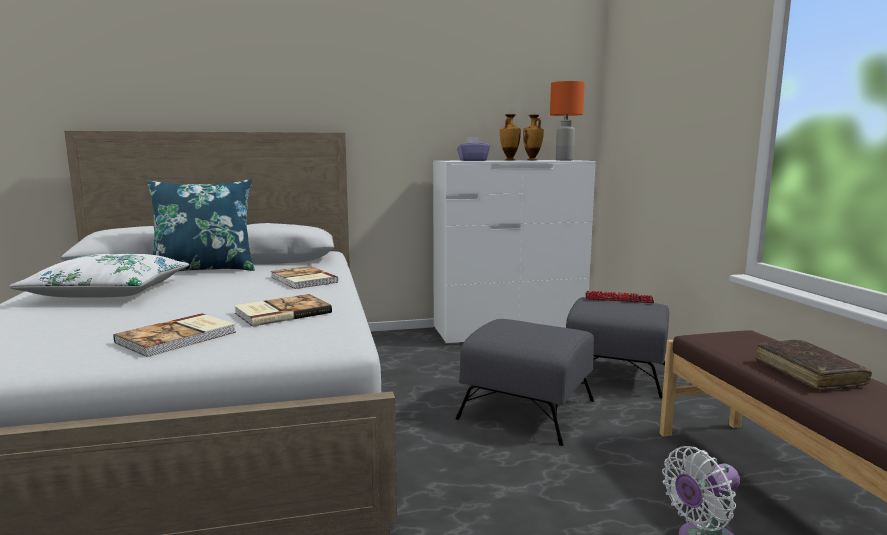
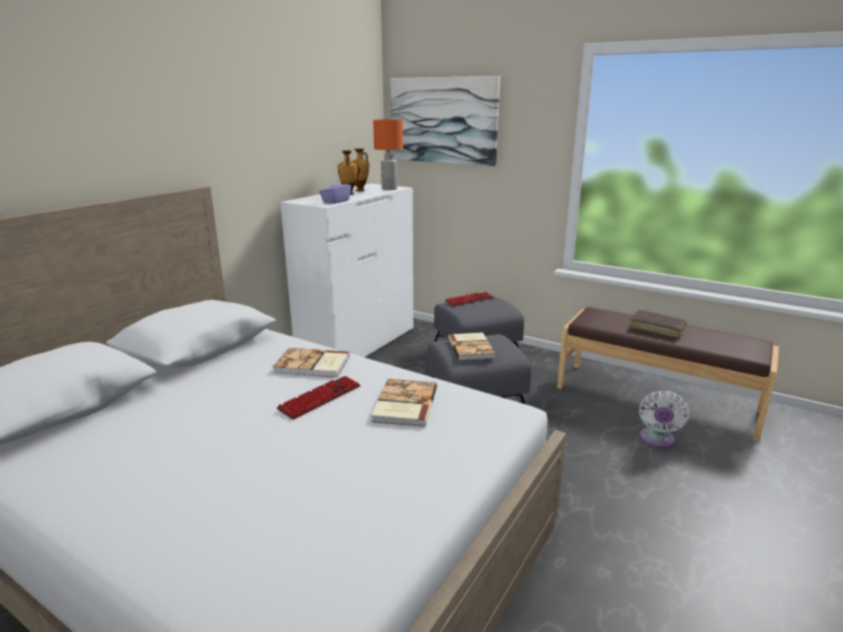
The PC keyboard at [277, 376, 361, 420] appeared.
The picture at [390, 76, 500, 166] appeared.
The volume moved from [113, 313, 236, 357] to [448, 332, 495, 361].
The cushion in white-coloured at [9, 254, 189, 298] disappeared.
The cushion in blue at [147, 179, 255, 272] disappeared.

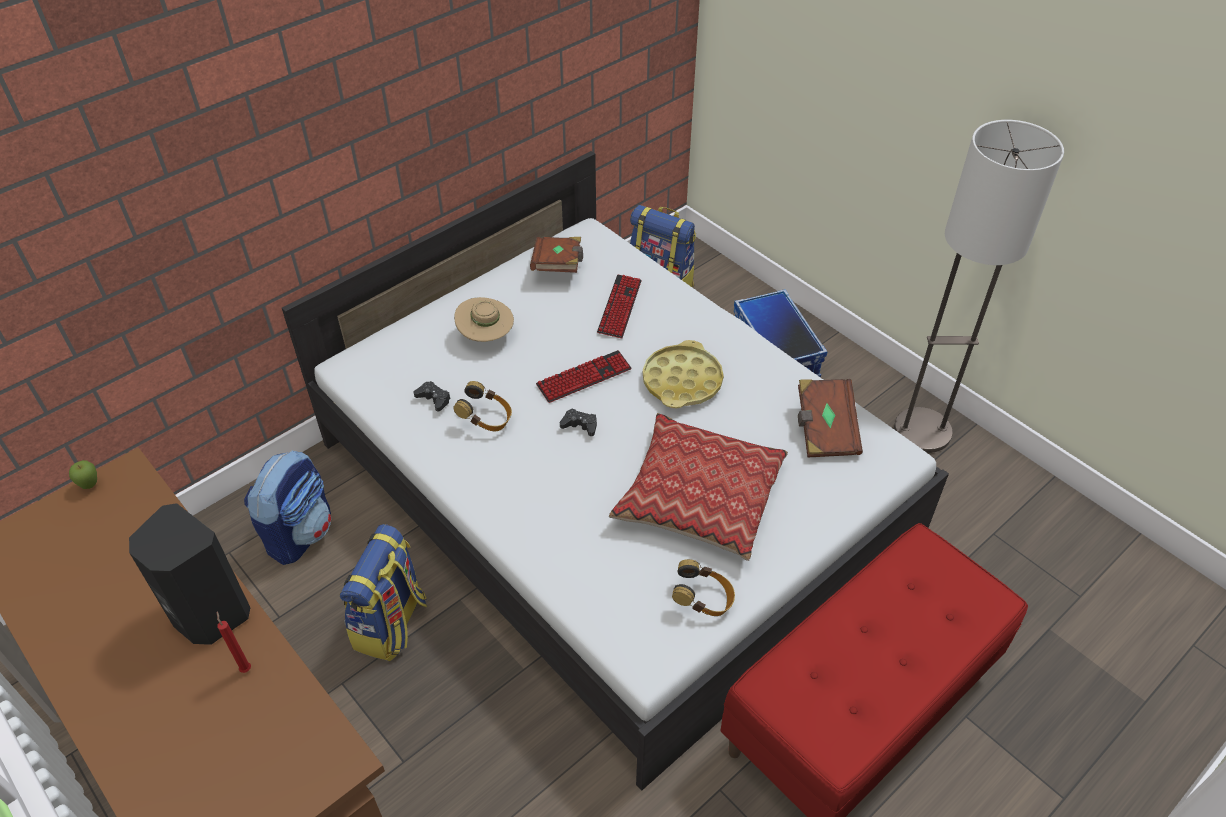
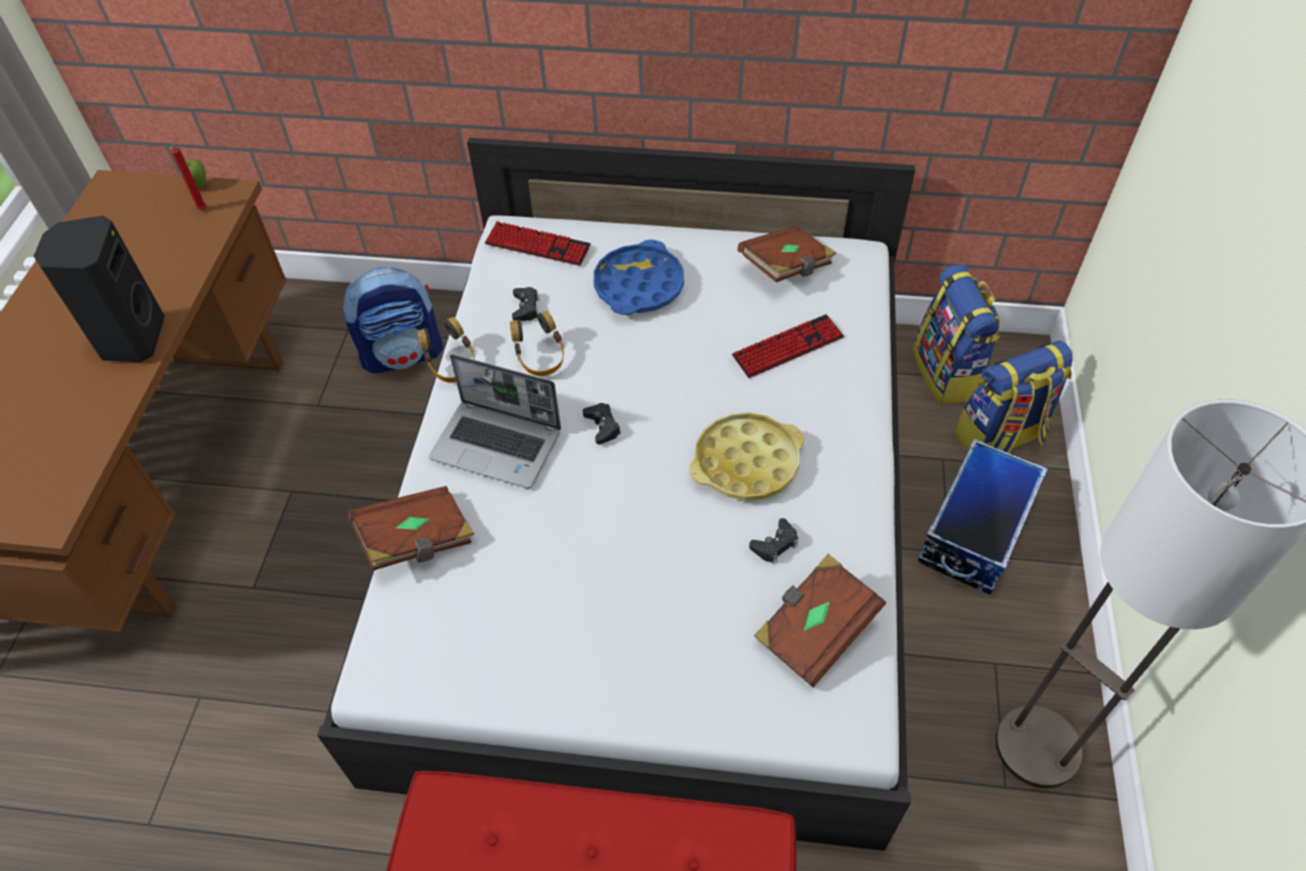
The wax light in red-coloured moved from [217, 612, 251, 673] to [171, 138, 206, 210].
The volume in brown-coloured at [348, 486, 474, 571] appeared.
The headphones moved from [672, 559, 735, 616] to [417, 317, 475, 383].
The laptop at [429, 354, 561, 488] appeared.
The PC keyboard moved from [536, 350, 632, 403] to [485, 221, 591, 266].
The clothing hat in beige-coloured at [454, 297, 514, 342] was replaced by the serving tray in blue at [594, 239, 684, 315].
The joypad in blackish at [749, 518, 798, 564] appeared.
The rucksack moved from [340, 524, 427, 661] to [954, 341, 1073, 453].
The cushion at [609, 413, 788, 561] disappeared.

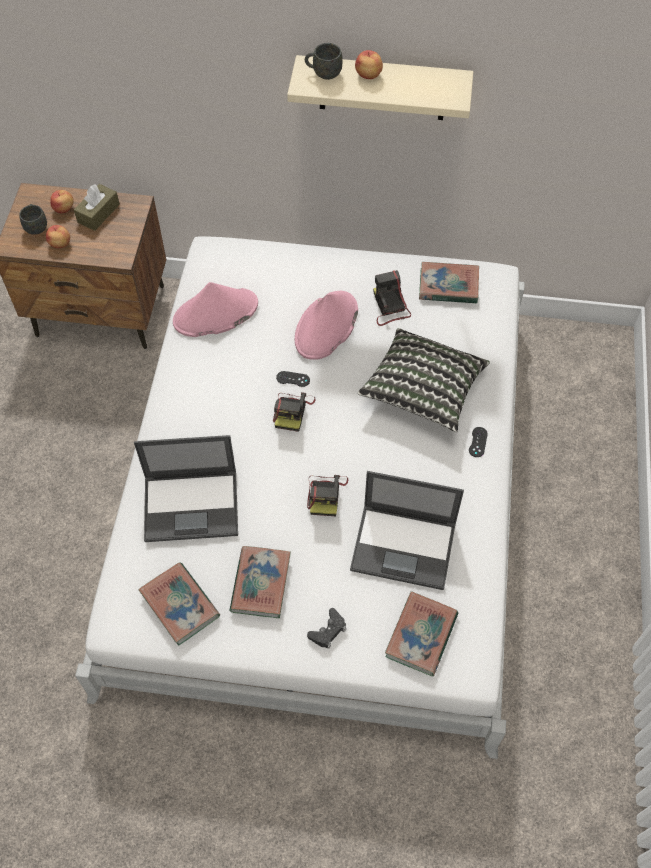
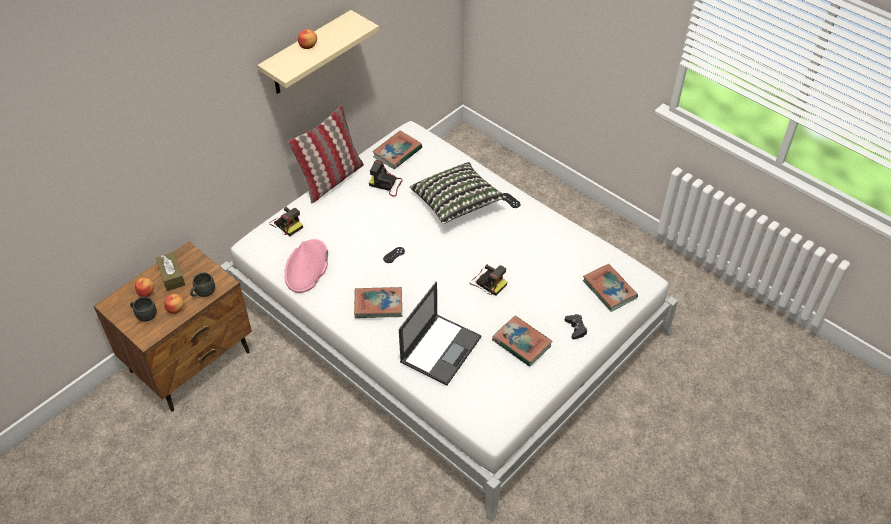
The tea mug in grey moved from [305, 43, 343, 80] to [190, 272, 215, 297].
The photo camera moved from [273, 392, 316, 432] to [269, 207, 303, 236].
The cushion at [288, 106, 364, 203] appeared.
The volume moved from [138, 562, 220, 646] to [354, 287, 402, 318].
The clothing hat in pinkish at [295, 291, 358, 360] disappeared.
The laptop at [350, 471, 464, 590] disappeared.

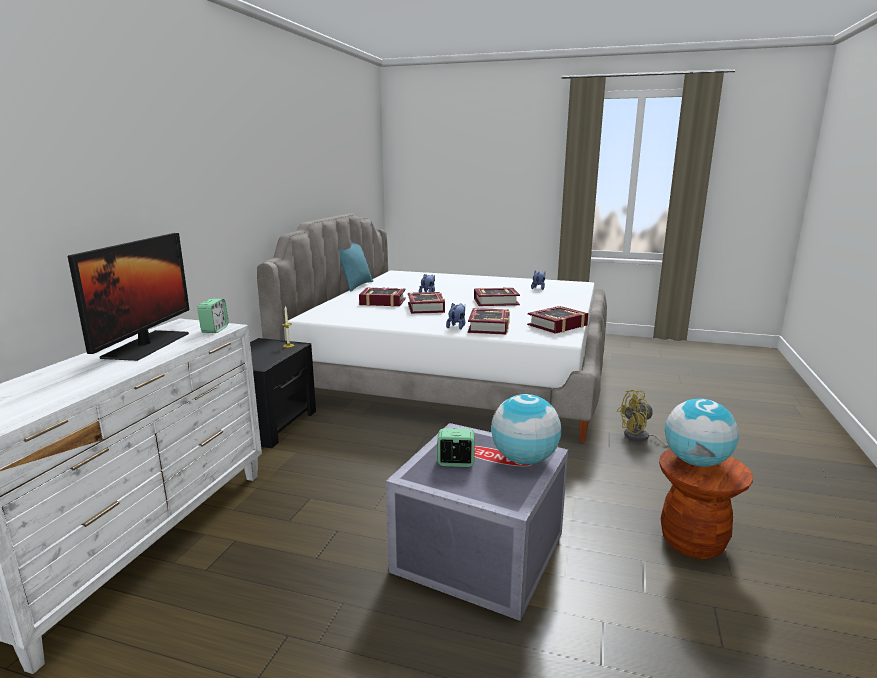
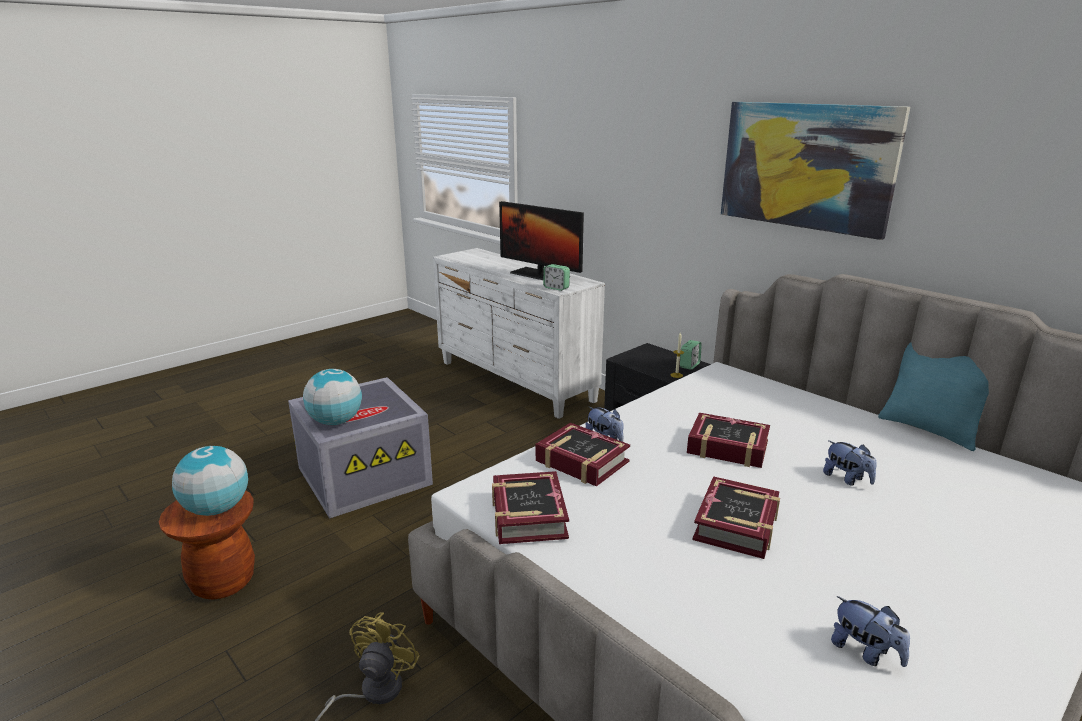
The table clock moved from [437, 428, 475, 467] to [680, 340, 702, 370].
The picture at [721, 102, 910, 240] appeared.
The volume at [359, 287, 406, 307] disappeared.

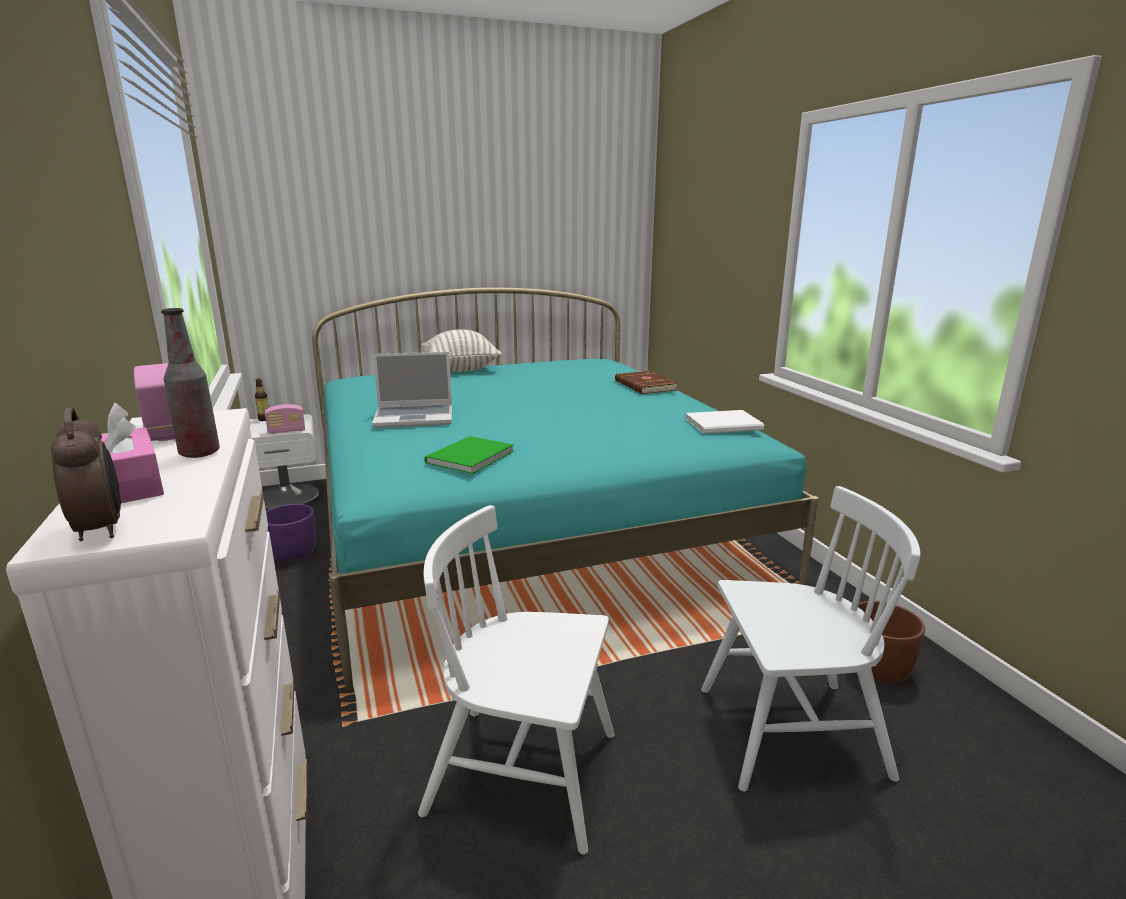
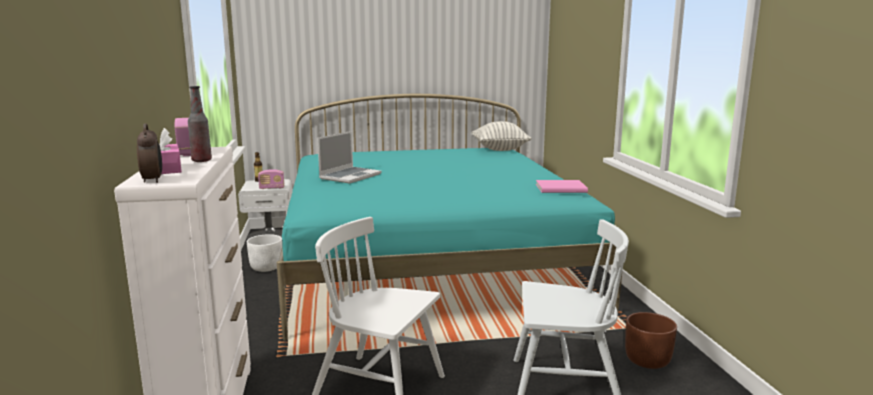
The flower pot in purplish at [266, 504, 316, 561] became the flower pot in white-coloured at [247, 234, 282, 272].
The laptop at [372, 352, 452, 428] turned 60 degrees counterclockwise.
The cushion moved from [420, 329, 502, 372] to [472, 121, 532, 151].
The volume in white-coloured at [685, 410, 764, 434] became the volume in pinkish at [536, 180, 588, 193].
The volume in green-coloured at [424, 436, 514, 474] disappeared.
The volume in brown-coloured at [615, 371, 678, 394] disappeared.

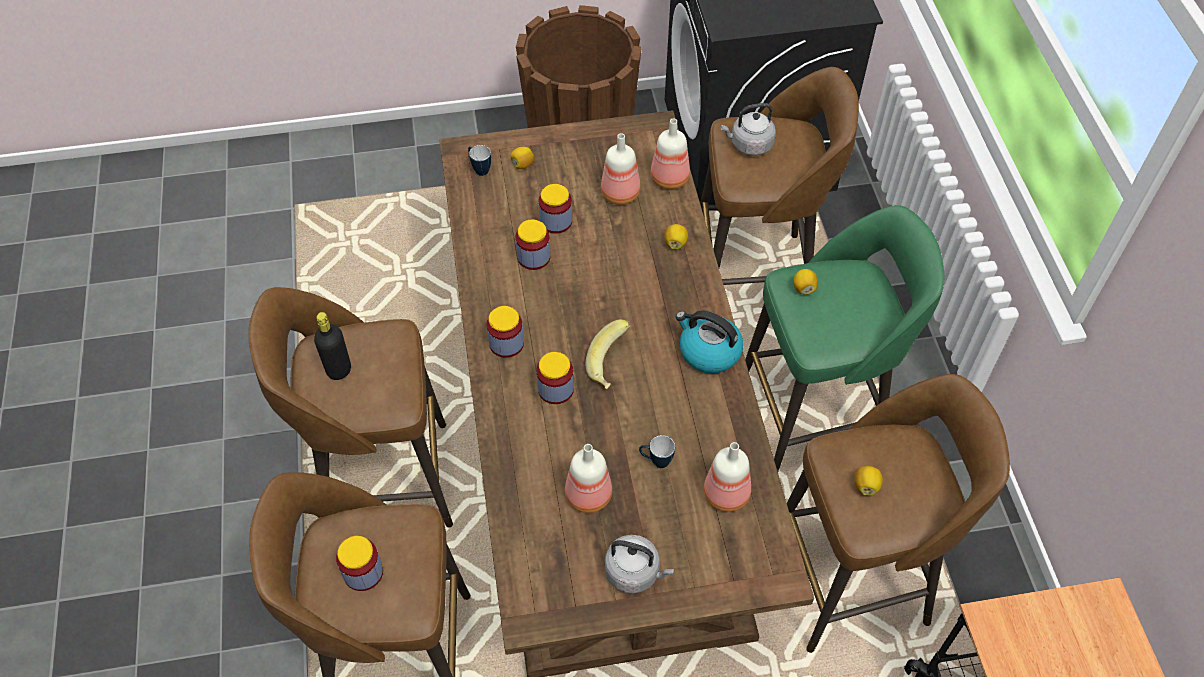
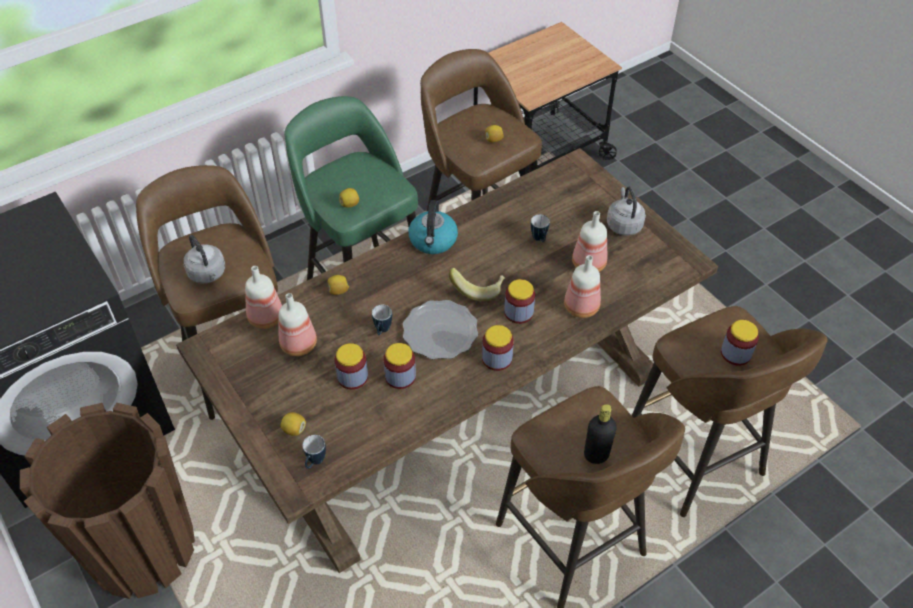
The tea mug at [372, 305, 392, 335] appeared.
The dinner plate at [403, 300, 478, 359] appeared.
The beverage bottle moved from [704, 442, 751, 512] to [564, 255, 601, 318].

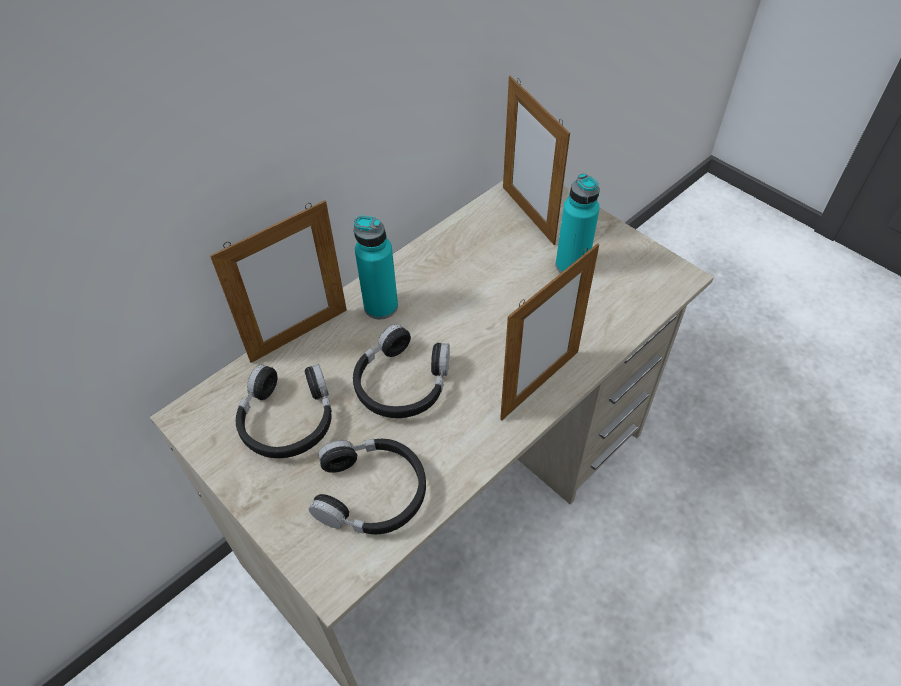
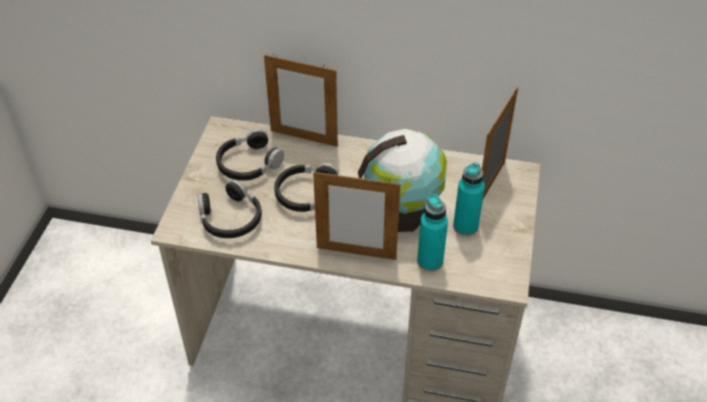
The desk globe at [358, 129, 447, 232] appeared.
The beverage bottle in blue-green moved from [354, 215, 398, 319] to [417, 194, 448, 271].

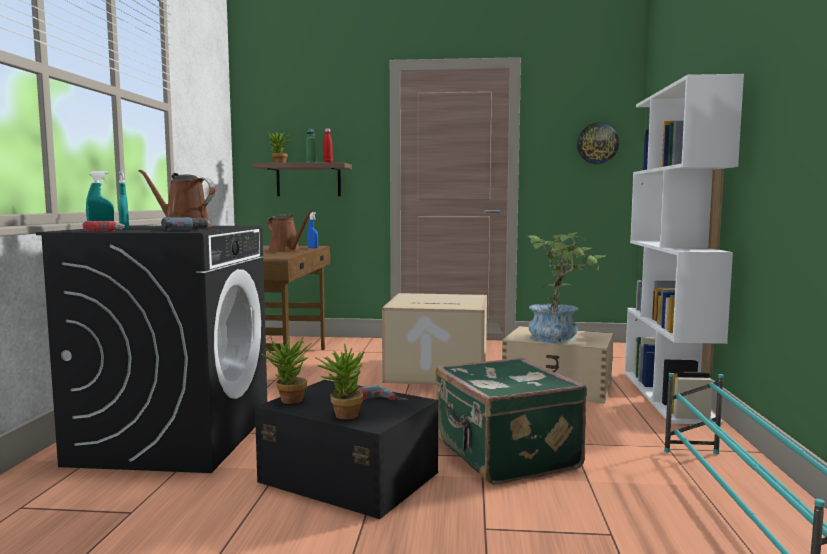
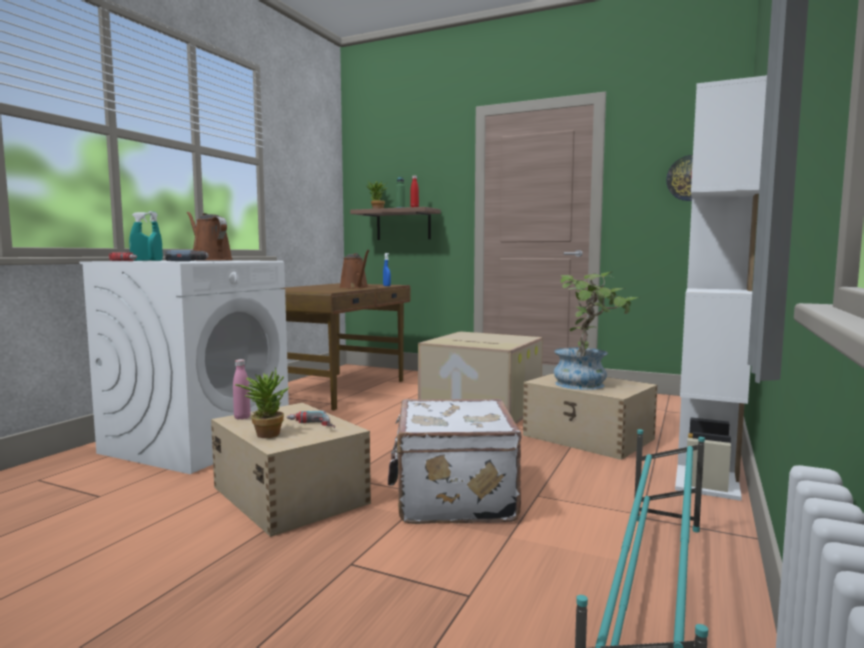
The washing machine in blackish at [36, 225, 267, 473] became the washing machine in white-coloured at [79, 260, 289, 474].
The storage bin in blackish at [255, 380, 439, 519] became the storage bin in beige-coloured at [211, 403, 371, 537].
The houseplant at [262, 337, 312, 404] was replaced by the beverage bottle in pinkish at [233, 359, 250, 420].
The piece of luggage in green-coloured at [435, 358, 587, 485] became the piece of luggage in white-coloured at [388, 399, 522, 524].

